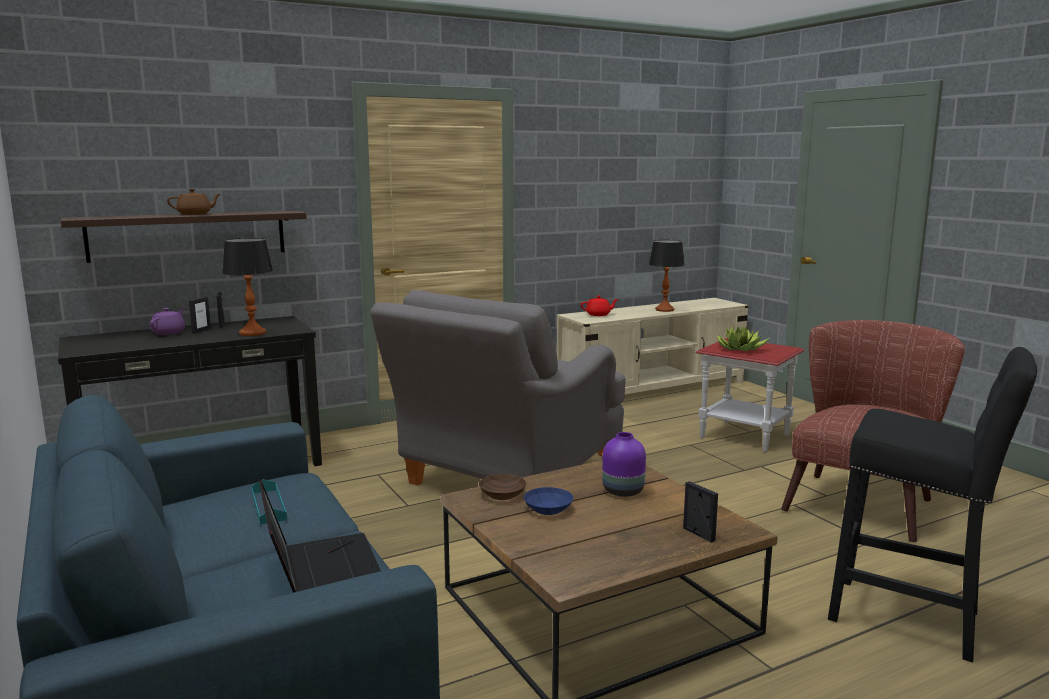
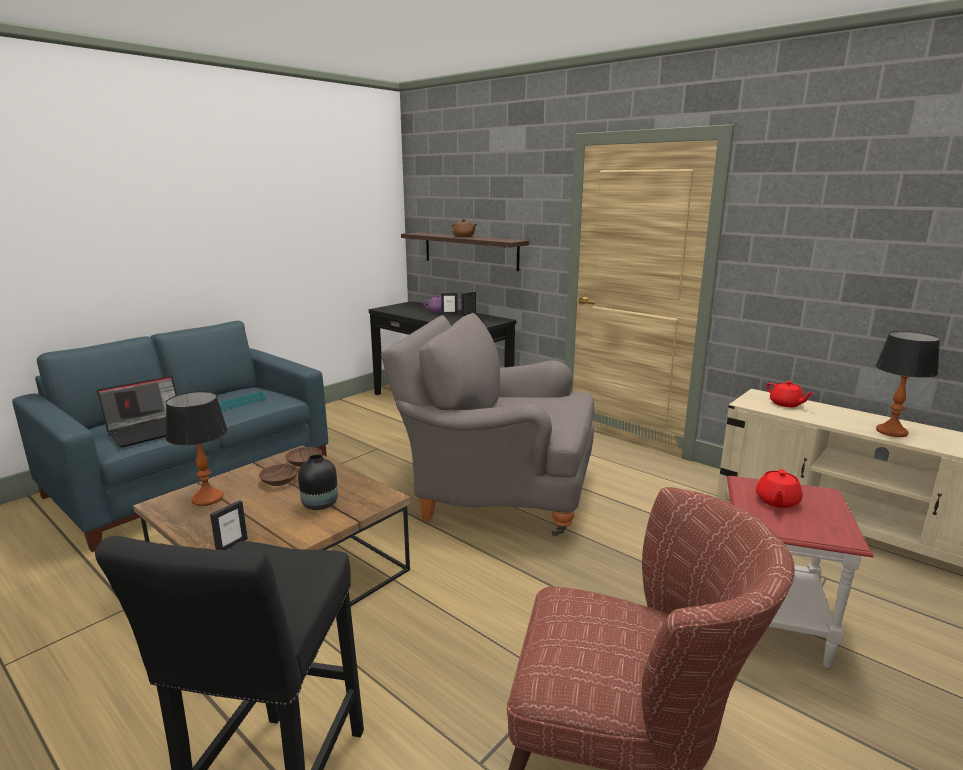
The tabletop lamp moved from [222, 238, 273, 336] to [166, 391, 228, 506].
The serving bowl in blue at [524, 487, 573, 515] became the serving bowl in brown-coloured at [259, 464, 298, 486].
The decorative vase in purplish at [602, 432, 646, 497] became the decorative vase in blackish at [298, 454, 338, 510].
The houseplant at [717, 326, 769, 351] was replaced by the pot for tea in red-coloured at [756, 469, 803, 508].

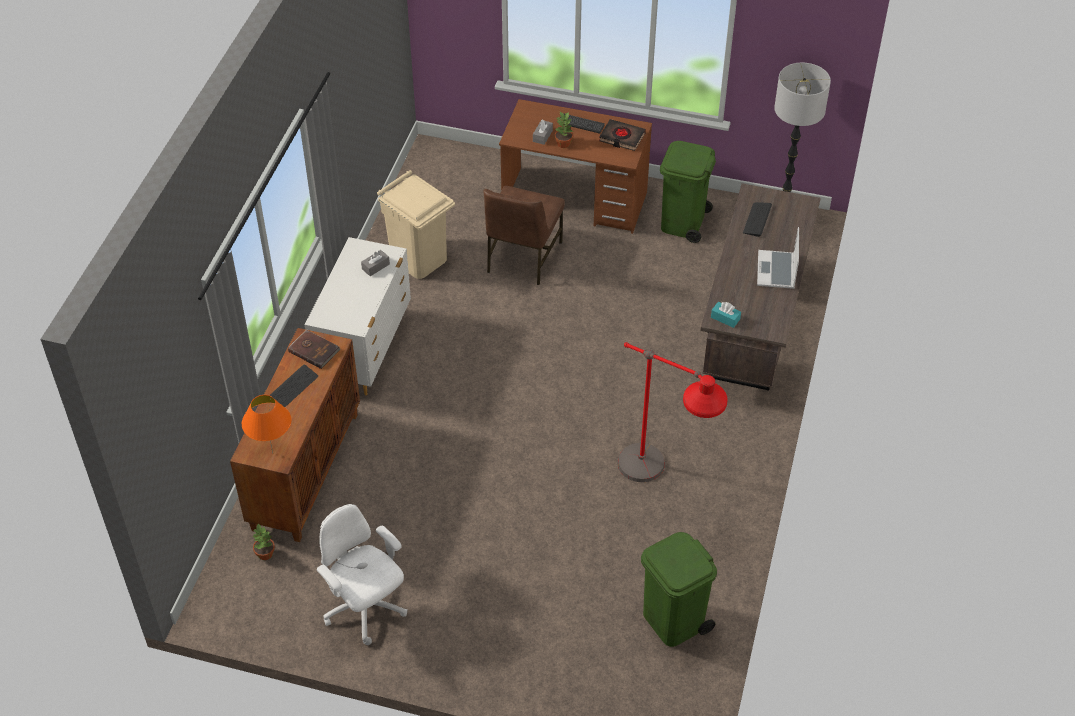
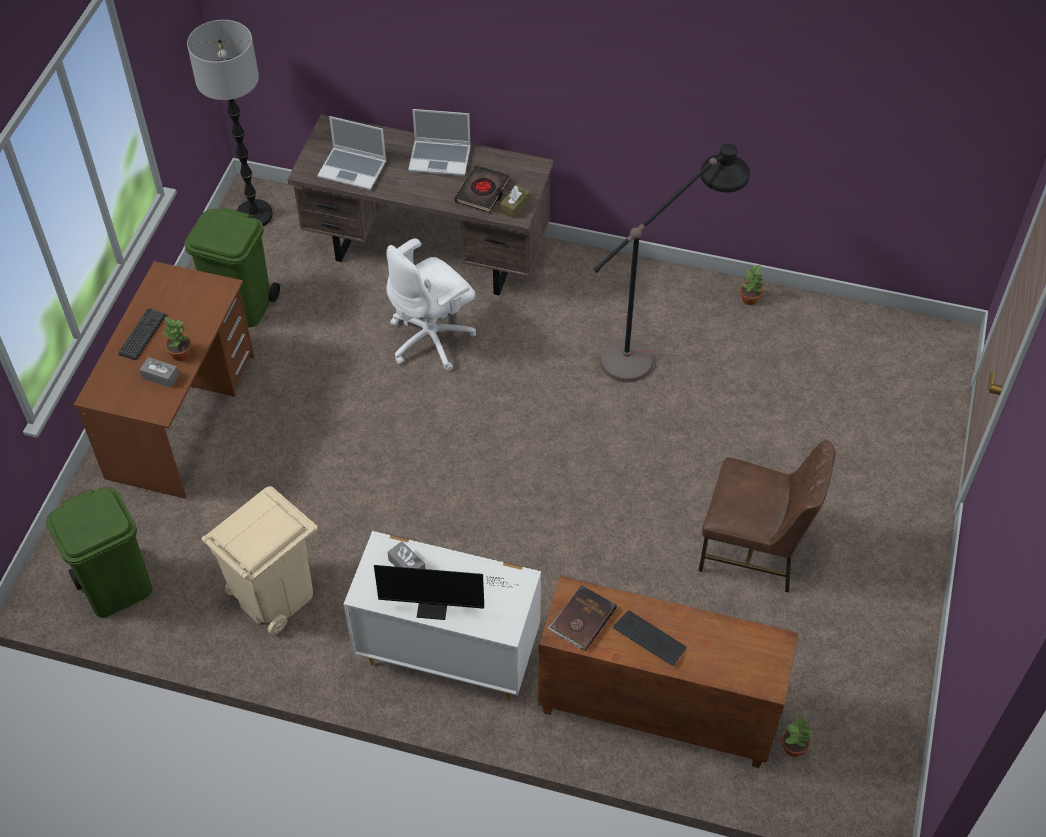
The trash can in green-coloured moved from [641, 532, 717, 647] to [46, 487, 153, 618].
The PC keyboard at [743, 202, 772, 237] was replaced by the laptop at [317, 116, 387, 190].
The monitor at [374, 565, 518, 620] appeared.
The office chair in white-coloured moved from [317, 504, 407, 645] to [387, 238, 476, 371].
The volume in blackish moved from [599, 119, 646, 151] to [454, 165, 510, 213].
The box of tissues in blue-green at [711, 302, 741, 328] became the box of tissues in brown-coloured at [500, 185, 530, 219].
The standard lamp in red-coloured at [618, 342, 728, 482] became the standard lamp in blackish at [593, 144, 750, 382].
The plain chair in brown-coloured moved from [484, 186, 565, 285] to [699, 440, 835, 593].
The houseplant at [740, 265, 764, 305] appeared.
The tabletop lamp in orangey at [242, 395, 291, 453] disappeared.

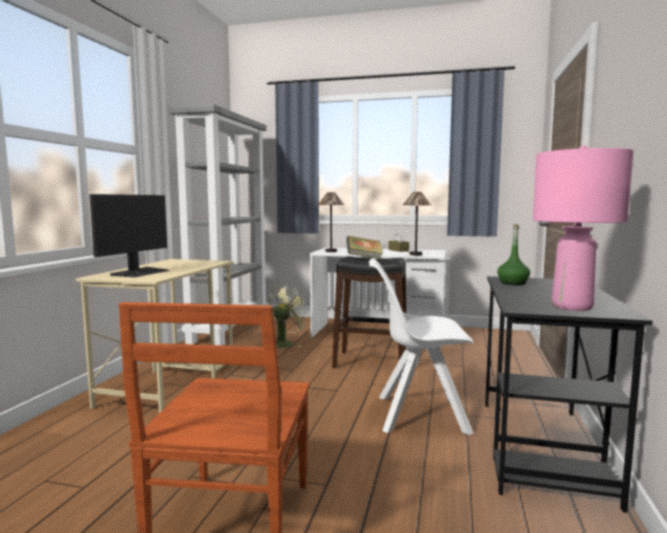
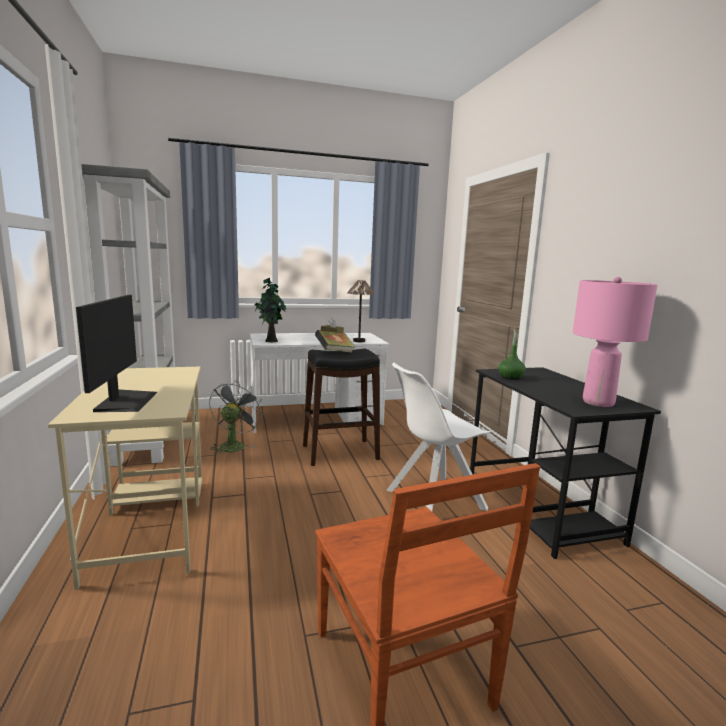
The cooling fan in green-coloured at [269, 284, 311, 348] became the cooling fan in grey at [209, 380, 264, 455].
The tabletop lamp at [318, 192, 344, 252] was replaced by the houseplant at [255, 278, 286, 342].

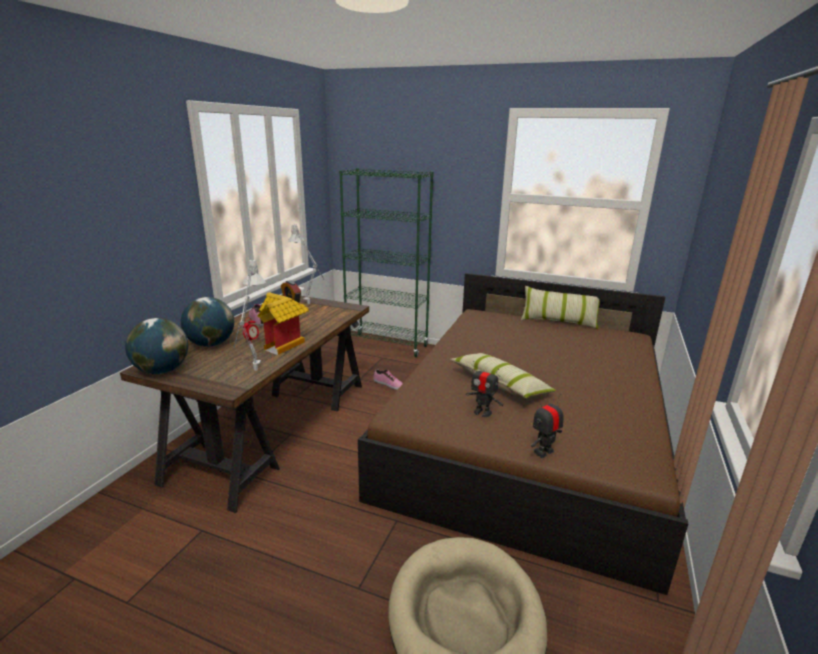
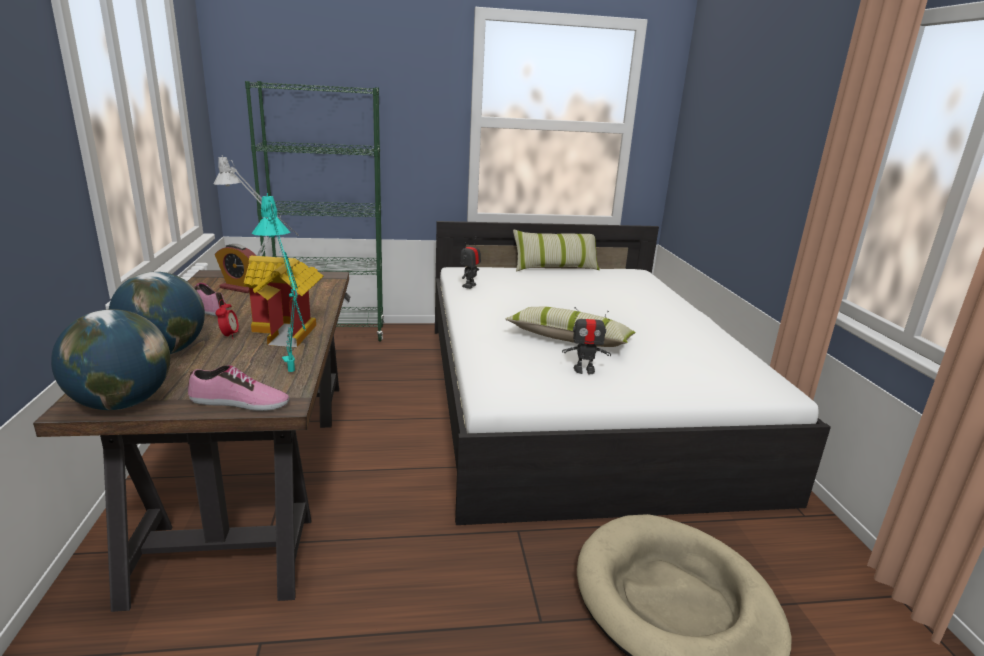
The item of footwear moved from [373, 369, 403, 390] to [188, 365, 289, 411].
The tabletop lamp in grey at [234, 259, 266, 371] became the tabletop lamp in blue-green at [251, 193, 306, 372].
The bed in brown-coloured at [358, 273, 688, 595] became the bed in white-coloured at [435, 221, 831, 525].
The toy robot moved from [531, 393, 564, 458] to [460, 242, 481, 289].

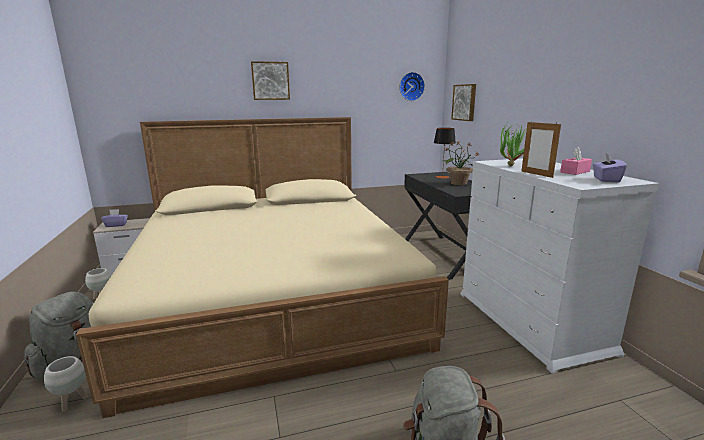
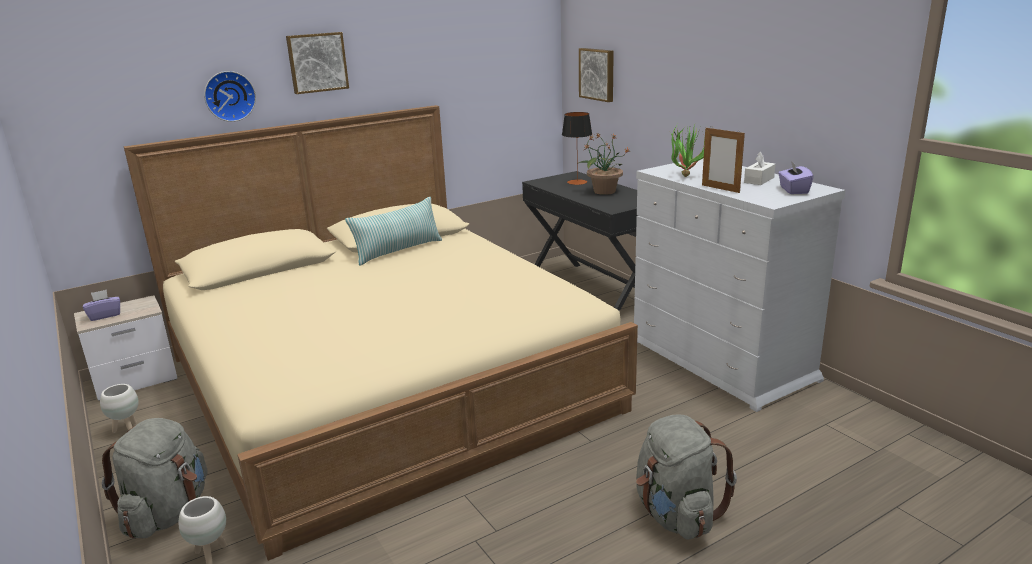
The wall clock moved from [399, 72, 425, 101] to [204, 71, 256, 122].
The cushion at [345, 197, 442, 266] appeared.
The box of tissues in pinkish at [560, 147, 592, 175] became the box of tissues in white-coloured at [744, 151, 776, 185].

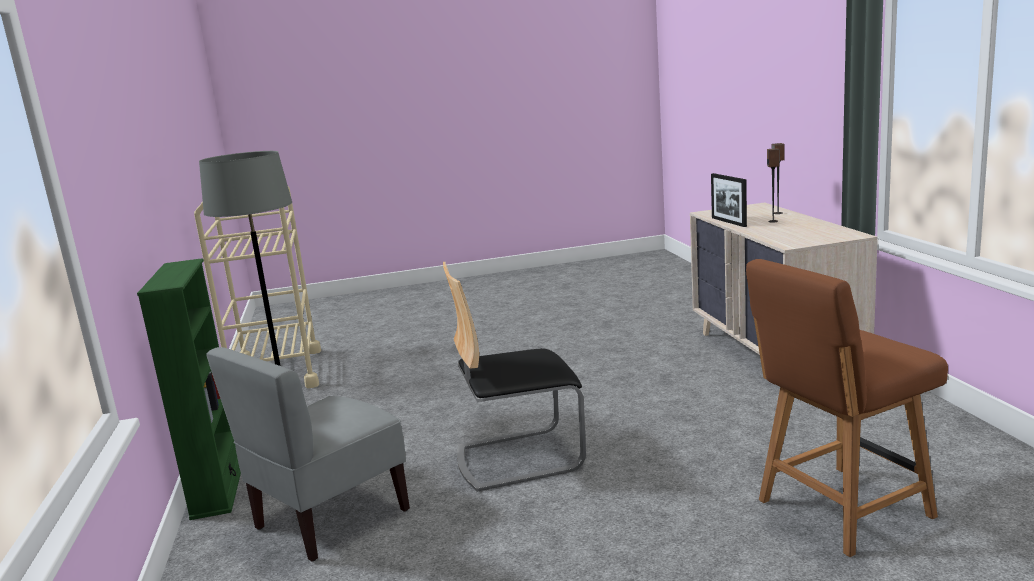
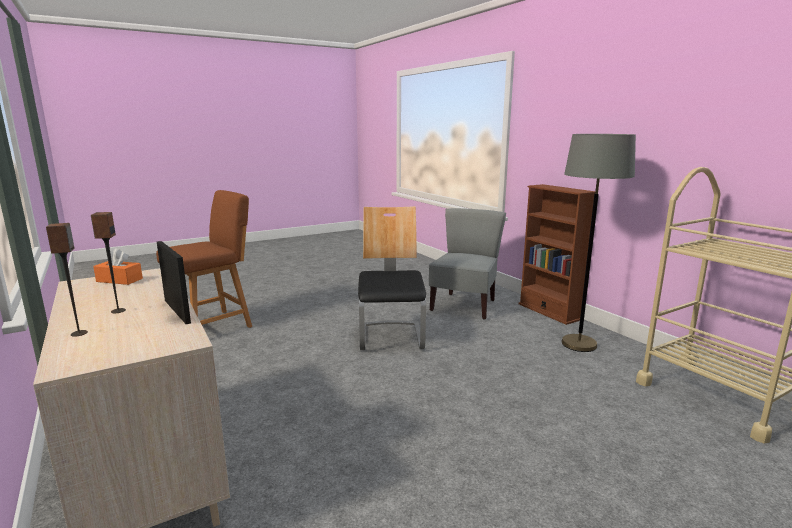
The box of tissues in orangey at [93, 248, 143, 285] appeared.
The plain chair at [443, 262, 586, 492] turned 60 degrees counterclockwise.
The shelving unit in green-coloured at [137, 258, 241, 520] became the shelving unit in brown-coloured at [519, 184, 595, 325].

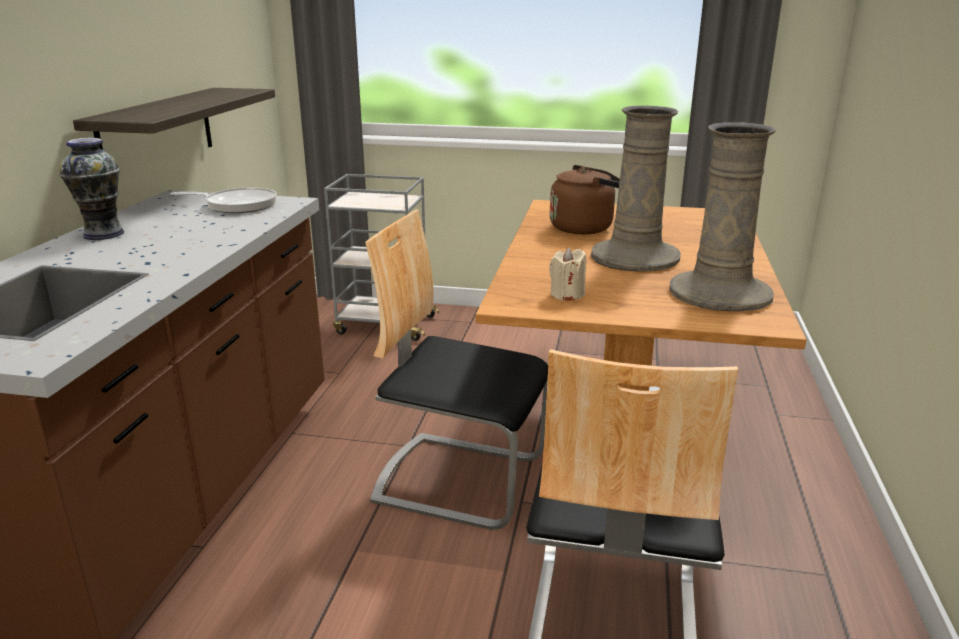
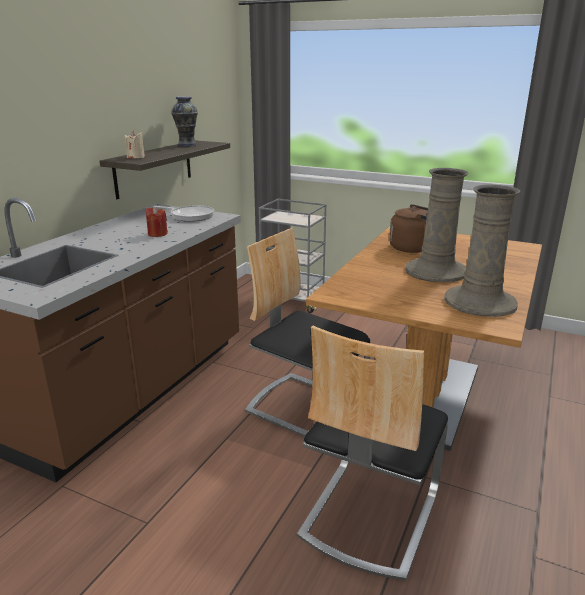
The wax light in beige-coloured moved from [549, 247, 586, 301] to [124, 130, 145, 158].
The wax light in red-coloured at [146, 207, 168, 237] appeared.
The decorative vase moved from [60, 138, 124, 240] to [171, 96, 198, 147].

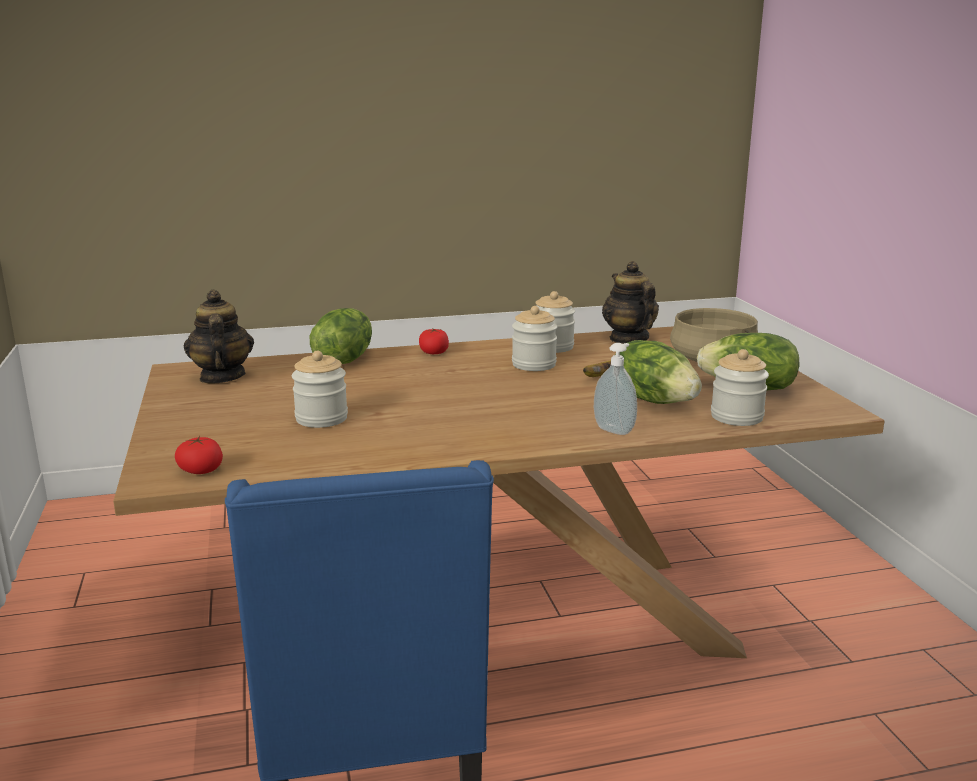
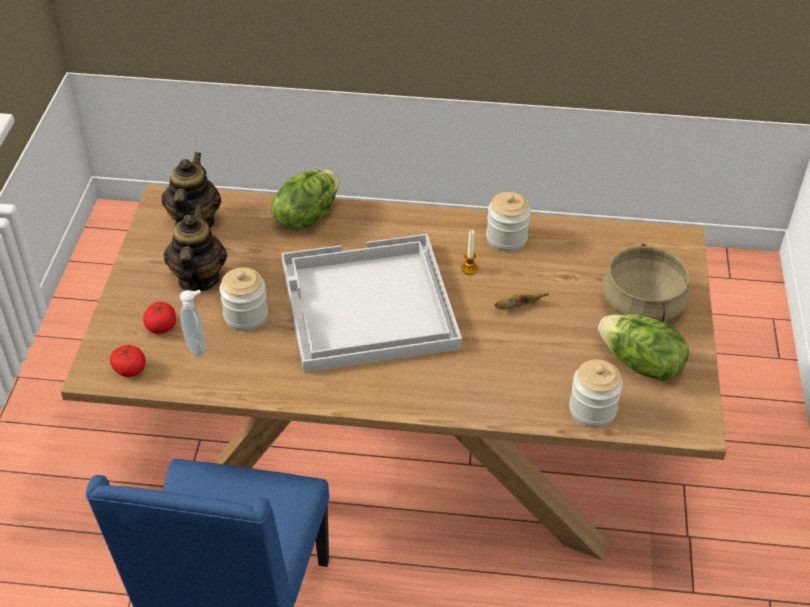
The whole tomato moved from [419, 328, 449, 354] to [143, 302, 176, 334].
The pot for tea moved from [602, 261, 659, 344] to [164, 205, 227, 291].
The soap bottle moved from [594, 343, 637, 435] to [180, 290, 205, 357].
The serving tray in white-coloured at [282, 234, 462, 373] appeared.
The preserve jar at [512, 306, 557, 371] was replaced by the wax light at [461, 230, 478, 274].
The lettuce at [615, 340, 702, 404] disappeared.

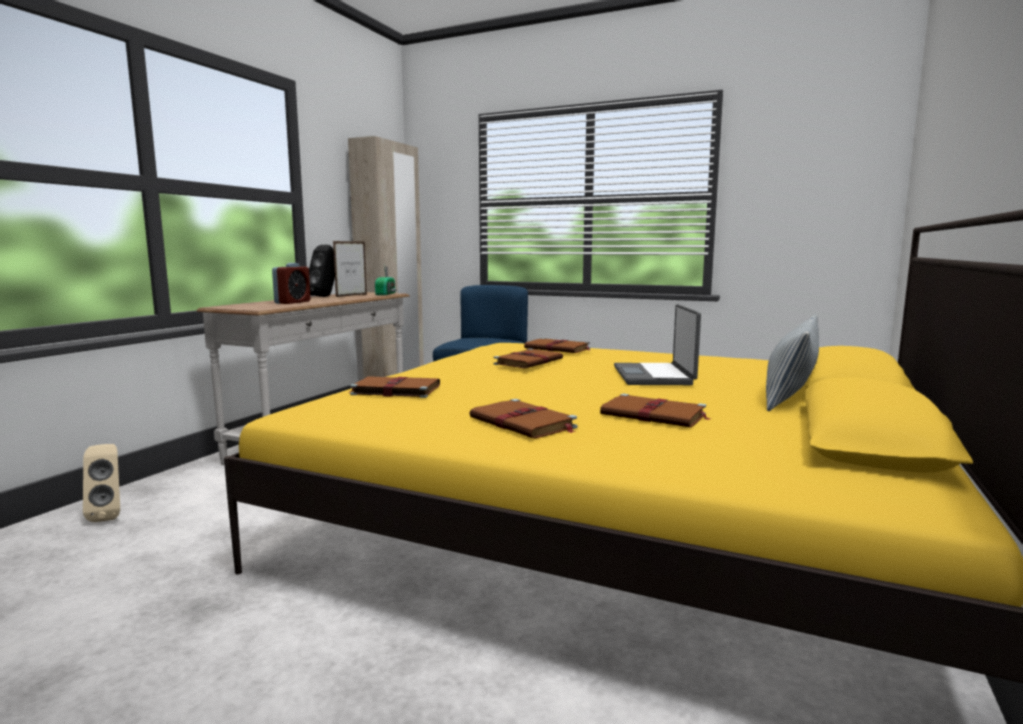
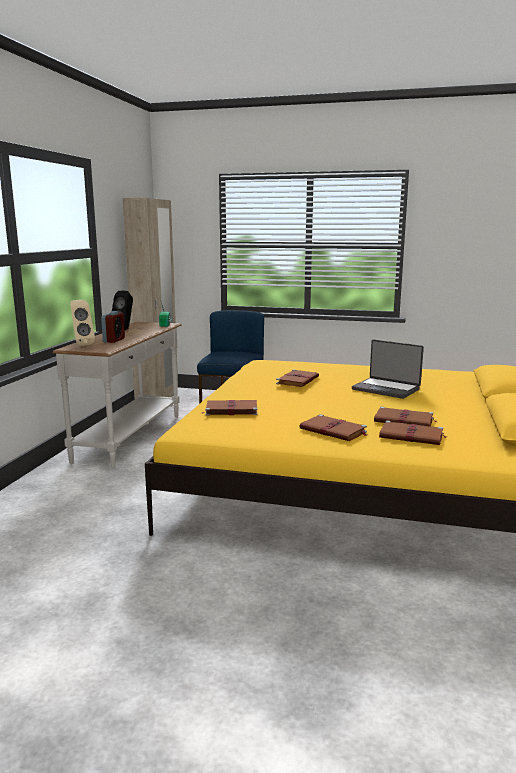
The loudspeaker in beige-coloured moved from [83, 444, 120, 522] to [70, 300, 95, 346].
The laptop at [614, 304, 701, 385] turned 45 degrees counterclockwise.
The volume in brown-coloured moved from [524, 338, 591, 353] to [379, 420, 447, 445].
The picture frame at [333, 241, 367, 297] disappeared.
The cushion at [766, 314, 819, 411] disappeared.

